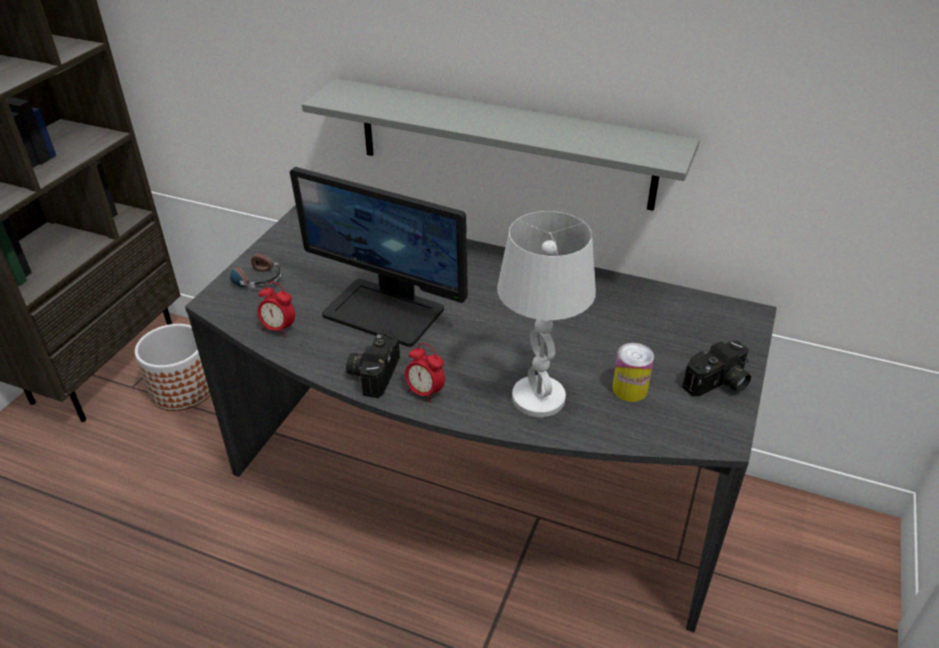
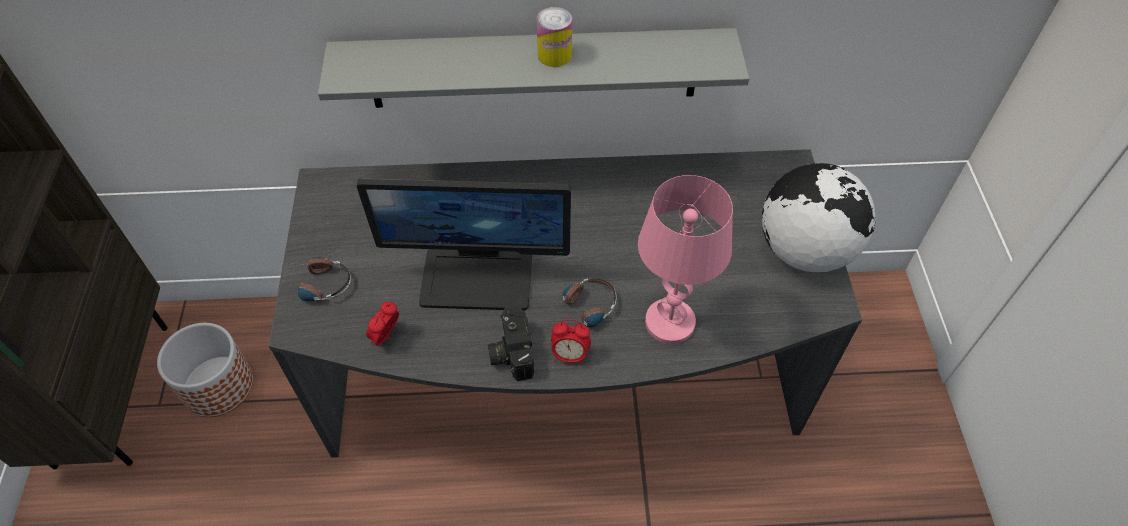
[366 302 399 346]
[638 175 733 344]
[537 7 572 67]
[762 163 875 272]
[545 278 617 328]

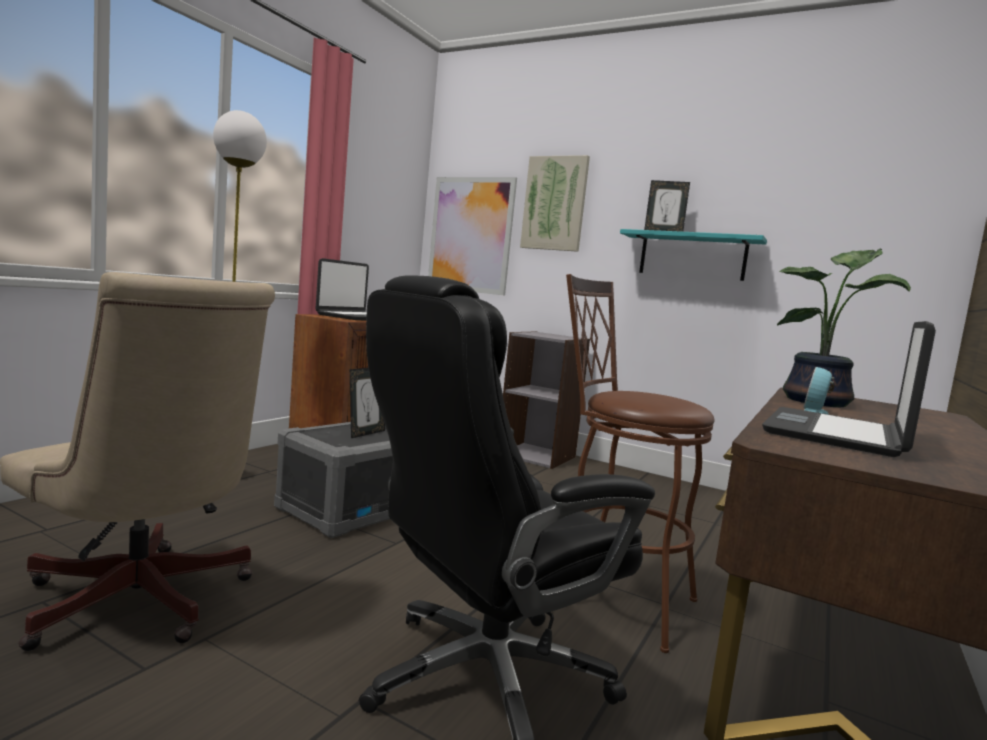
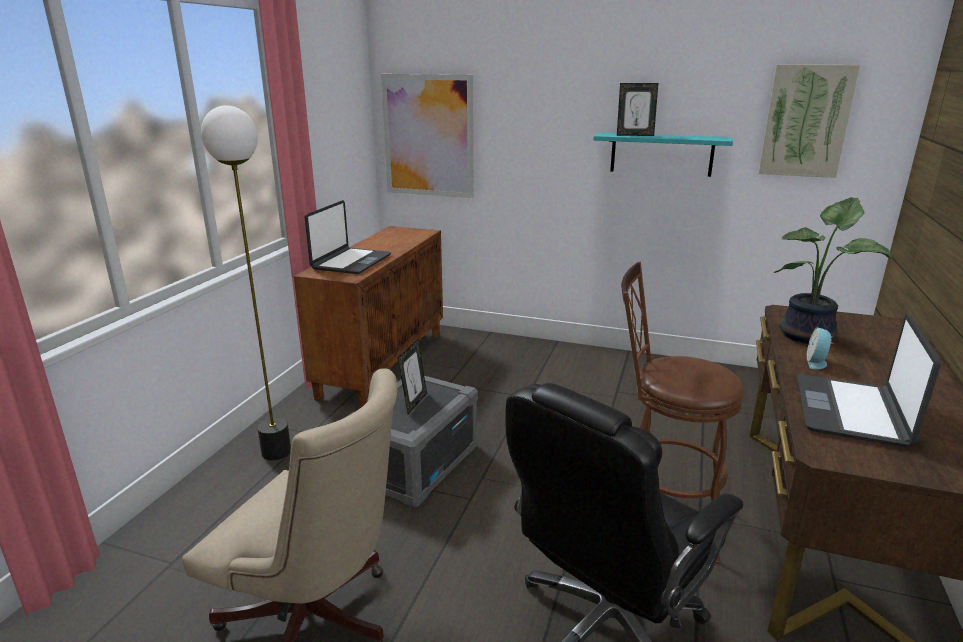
[503 332 590 469] (first image)
[758 65 860 178]

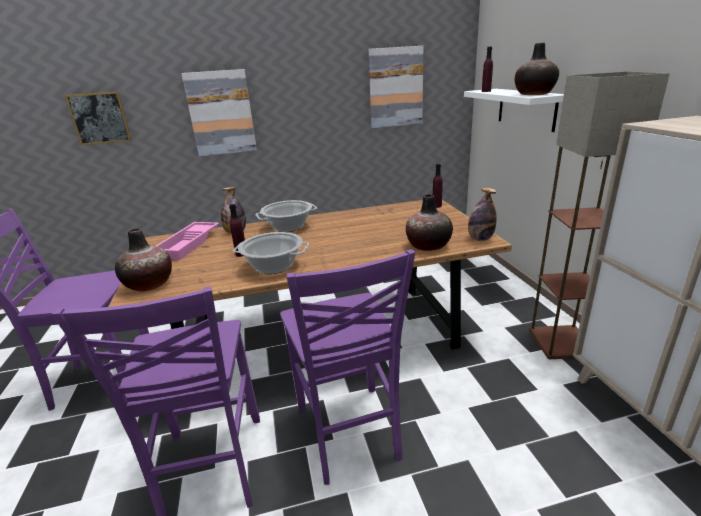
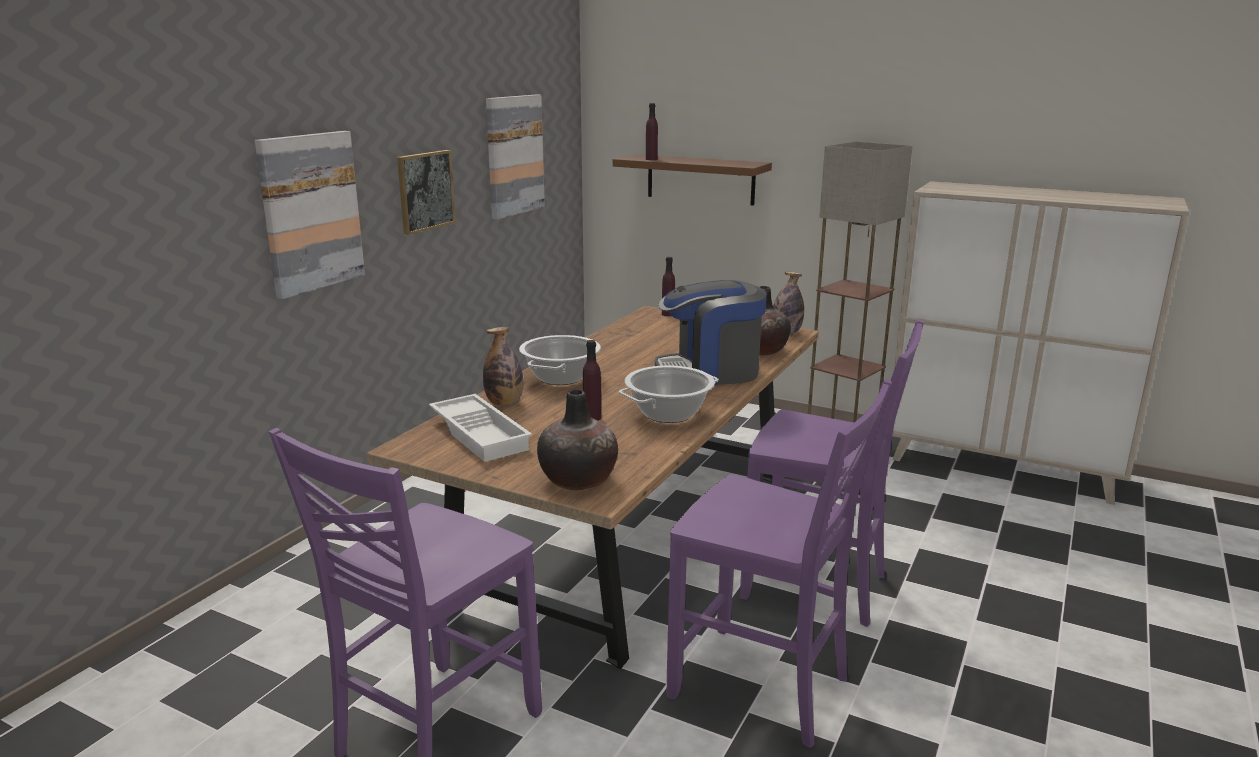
[397 150 456 235]
[429 394 532 462]
[613 154 772 206]
[515 42 559 95] (first image)
[655 280 767 386]

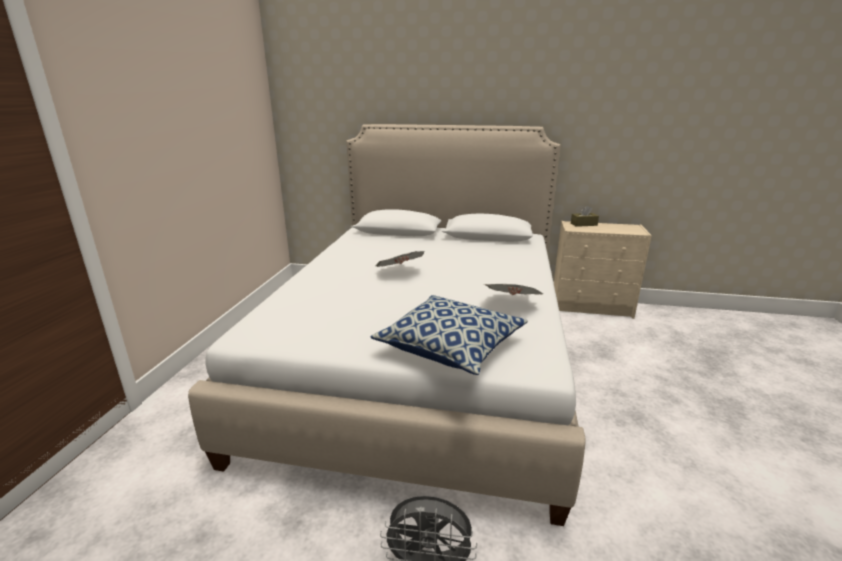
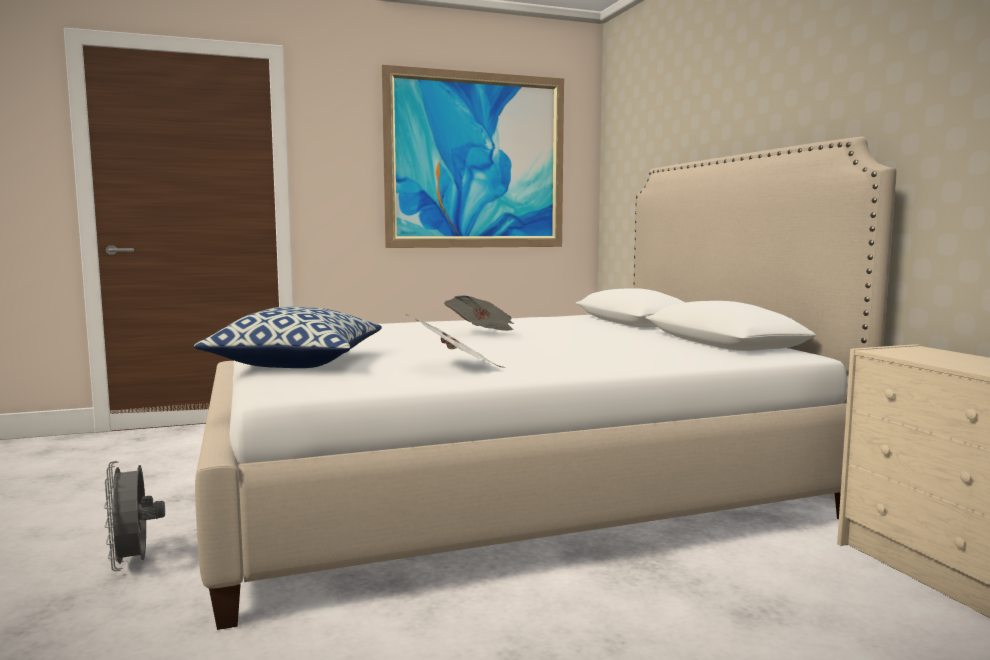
[571 205 599 227] (first image)
[382 65 564 248]

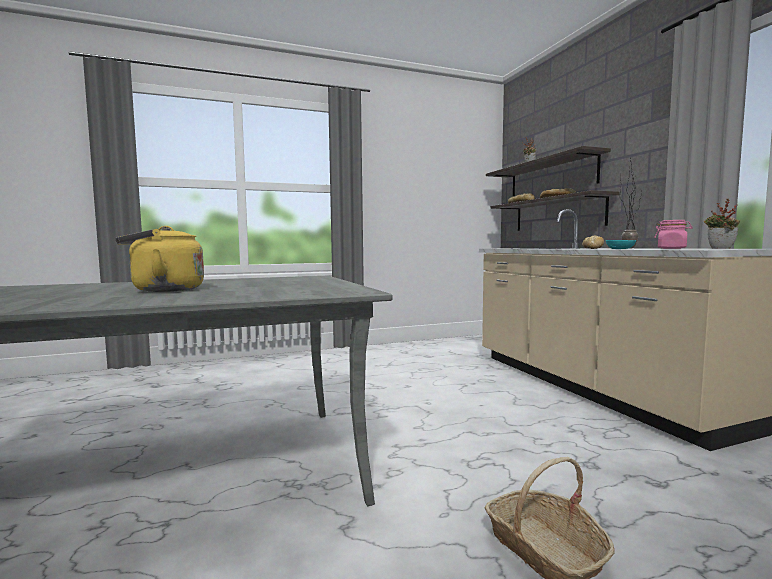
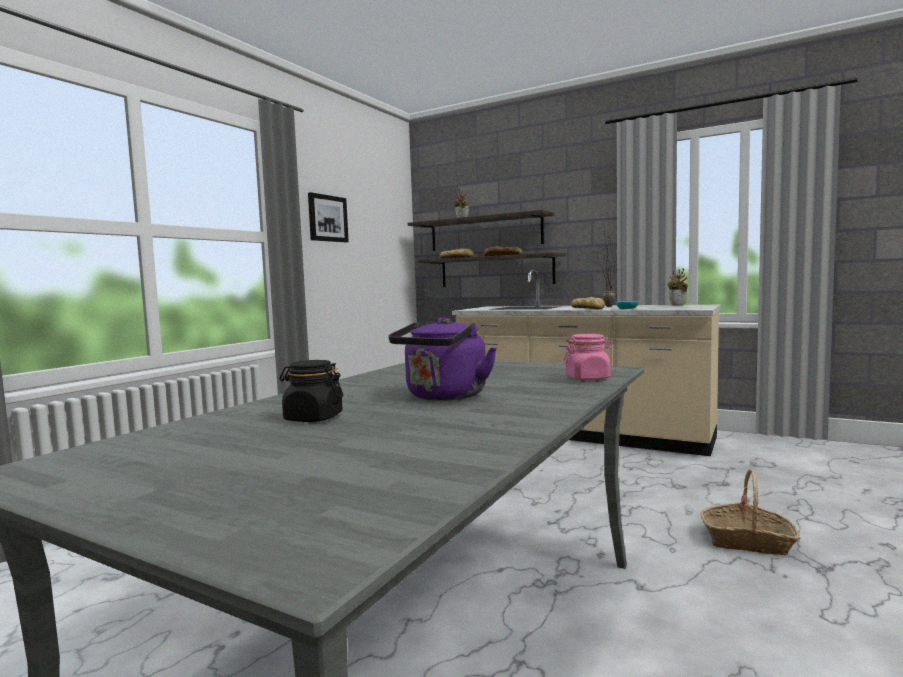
[389 317 497 401]
[563 334 613 381]
[280 360 343 422]
[308 192 349 242]

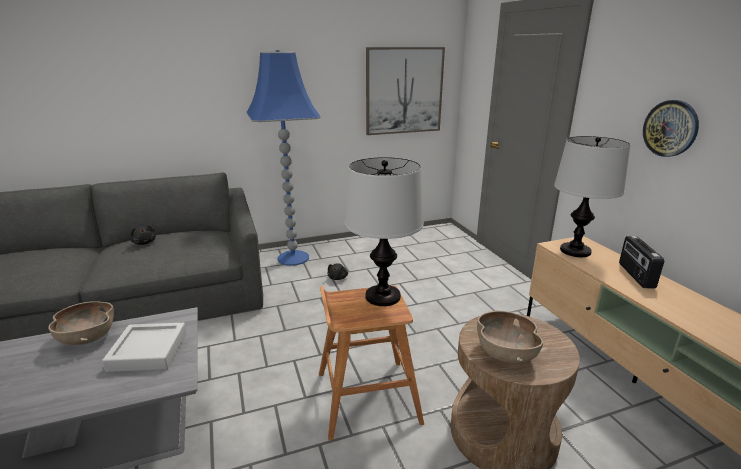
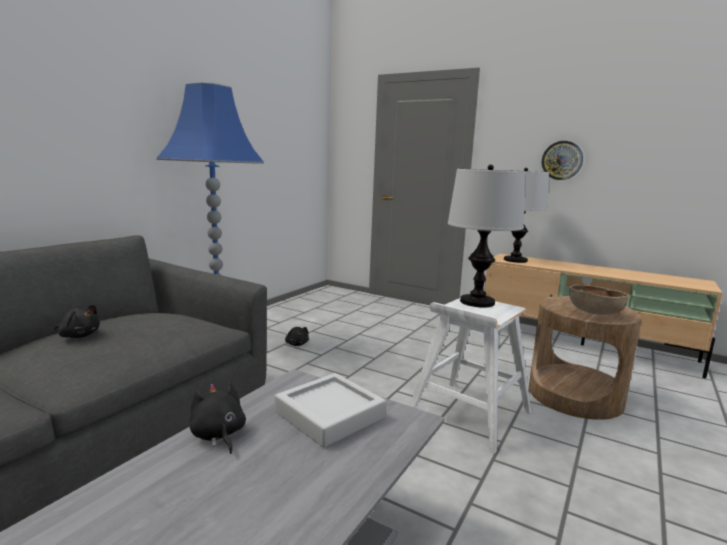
[190 383 246 454]
[410 298 531 454]
[366 47 445 135] (first image)
[619 236 664 289] (first image)

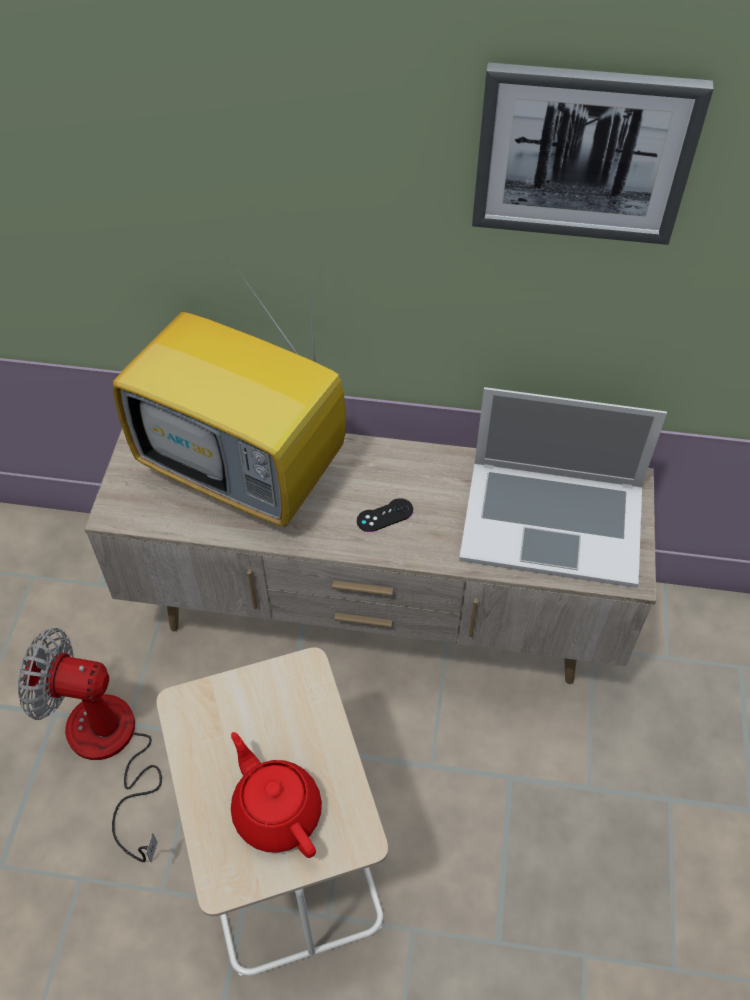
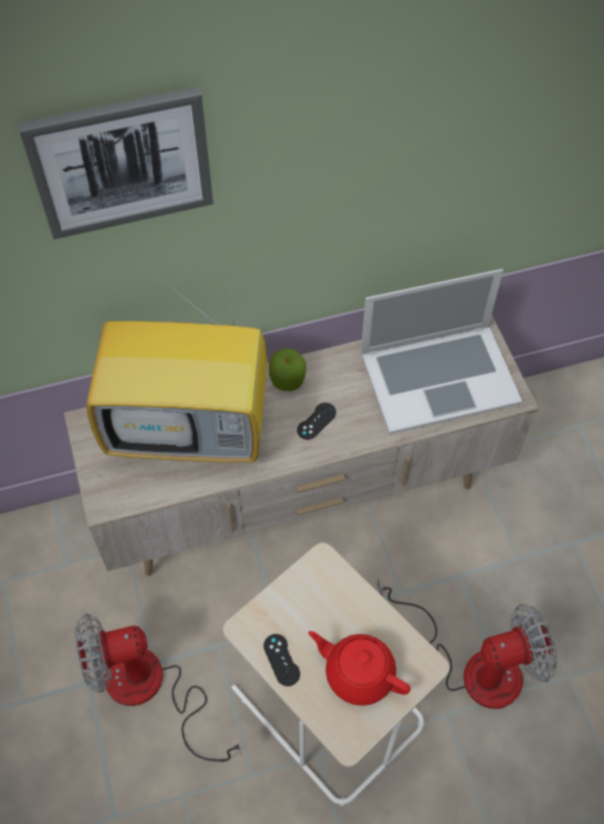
[18 87 213 239]
[264 634 300 686]
[269 349 306 391]
[377 578 557 709]

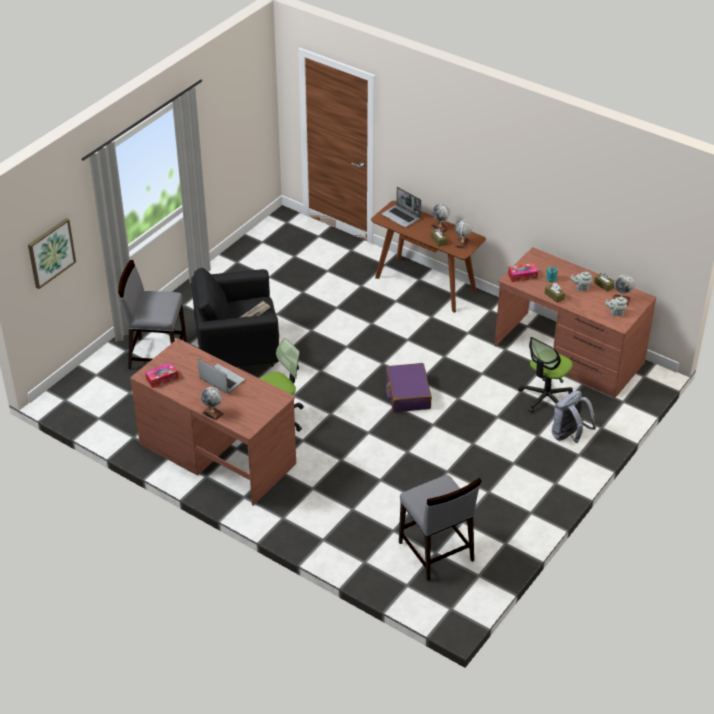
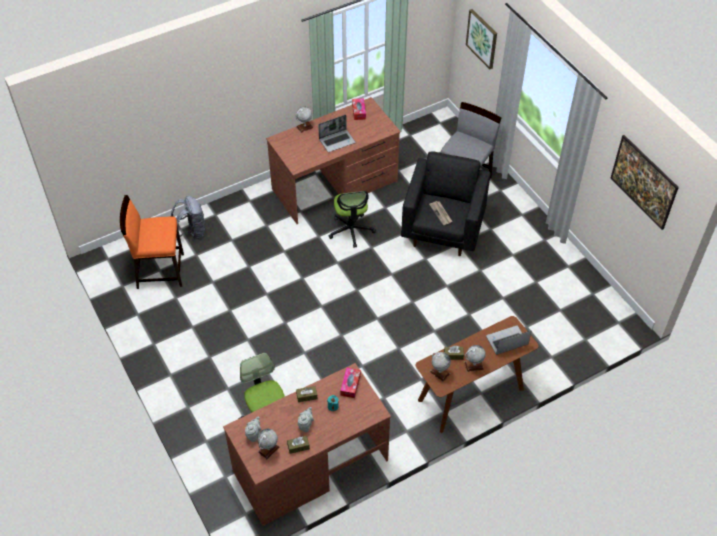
[386 363 432 412] (first image)
[120 195 184 289]
[171 196 205 239]
[611 135 679 230]

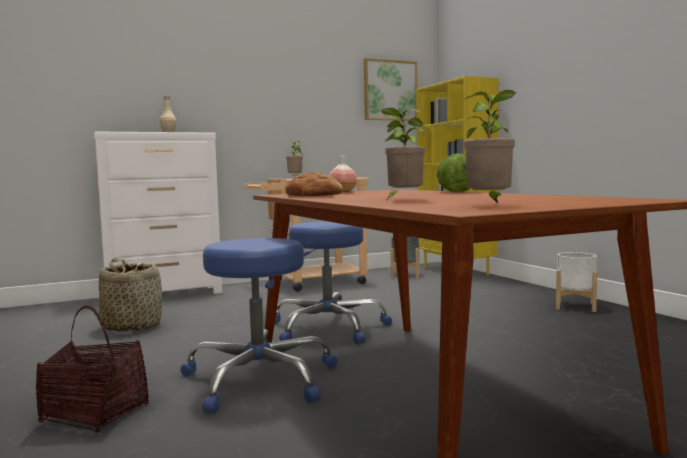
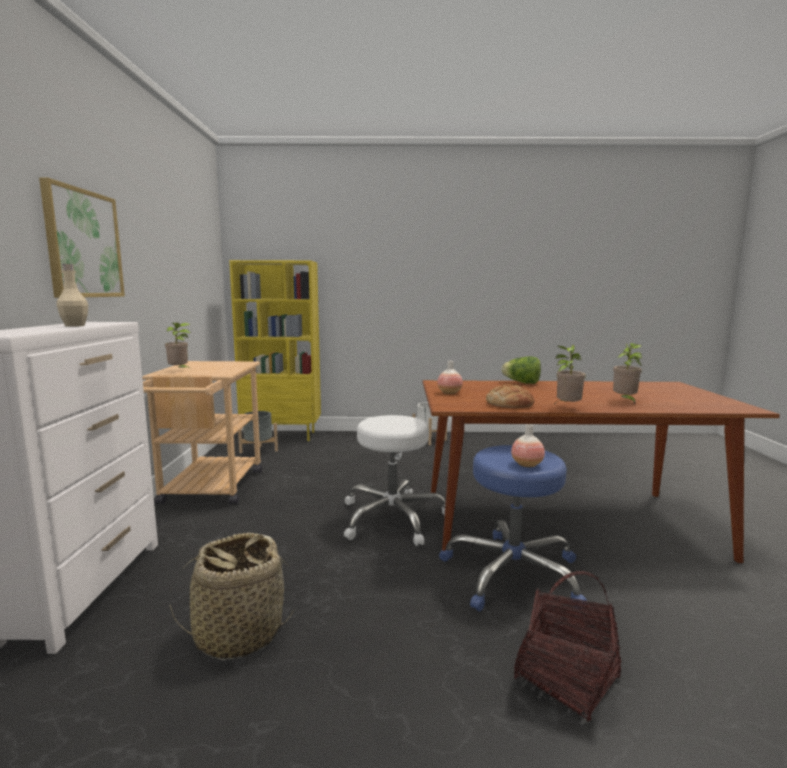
[344 415 446 546]
[39 178 125 298]
[555 345 586 403]
[511 424 545 467]

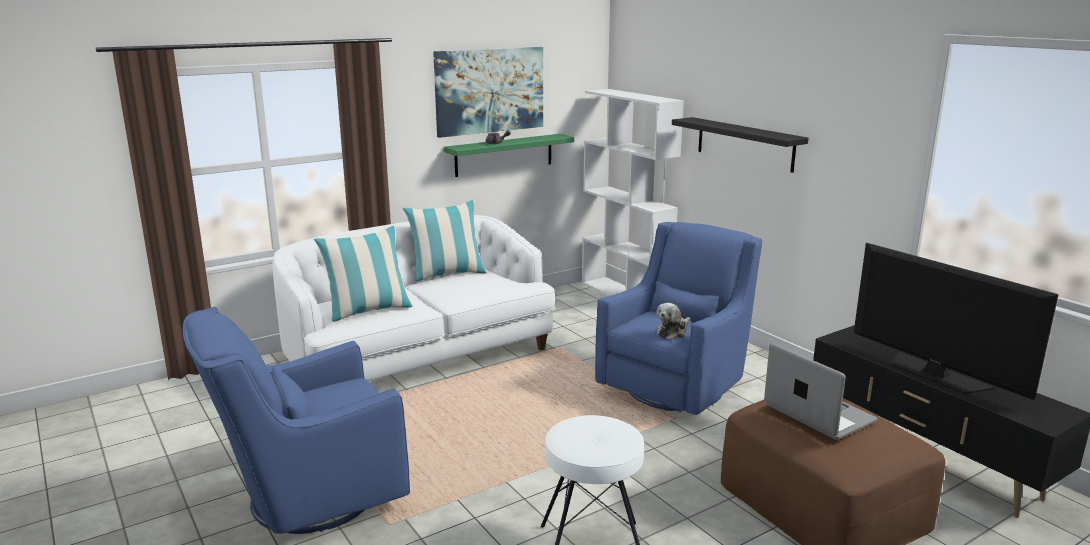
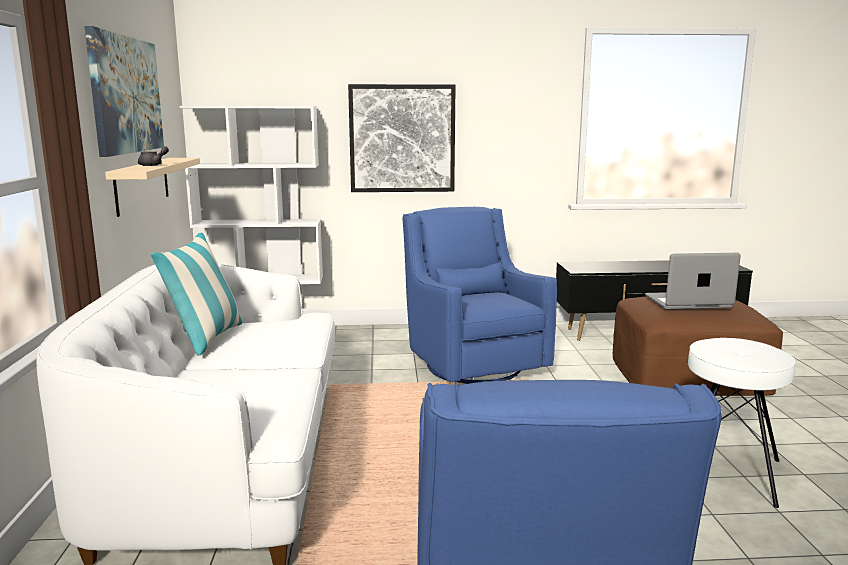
[314 226 413 322] (first image)
[105 158 200 217]
[656 303 690 340] (first image)
[348 84 456 192]
[854 243 1059 400] (first image)

